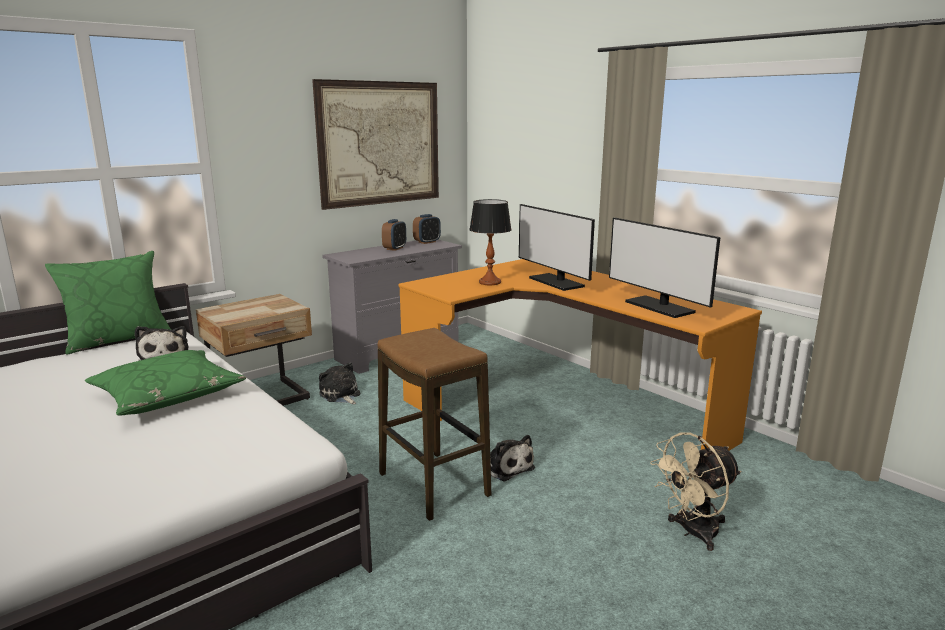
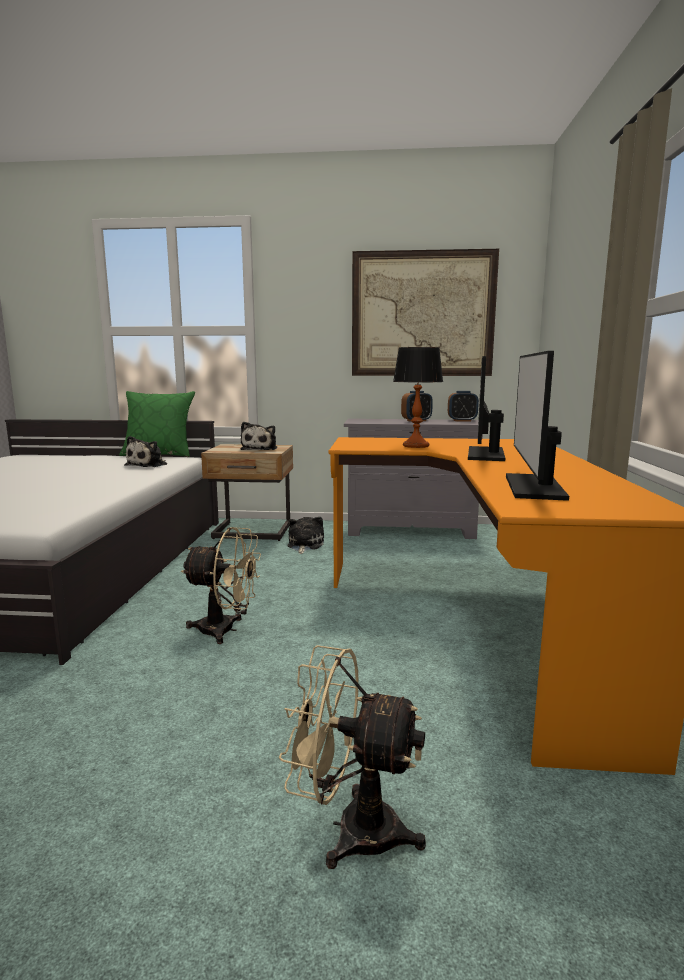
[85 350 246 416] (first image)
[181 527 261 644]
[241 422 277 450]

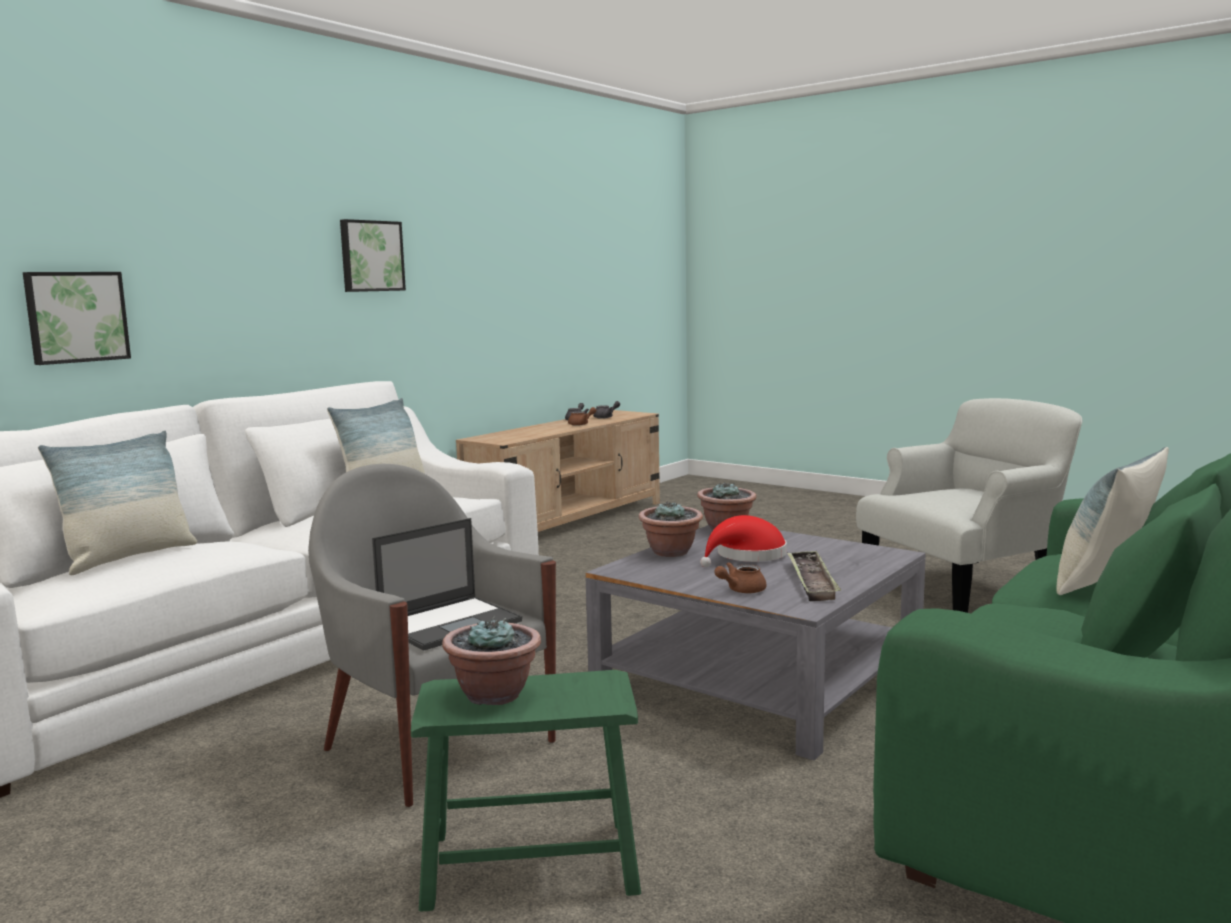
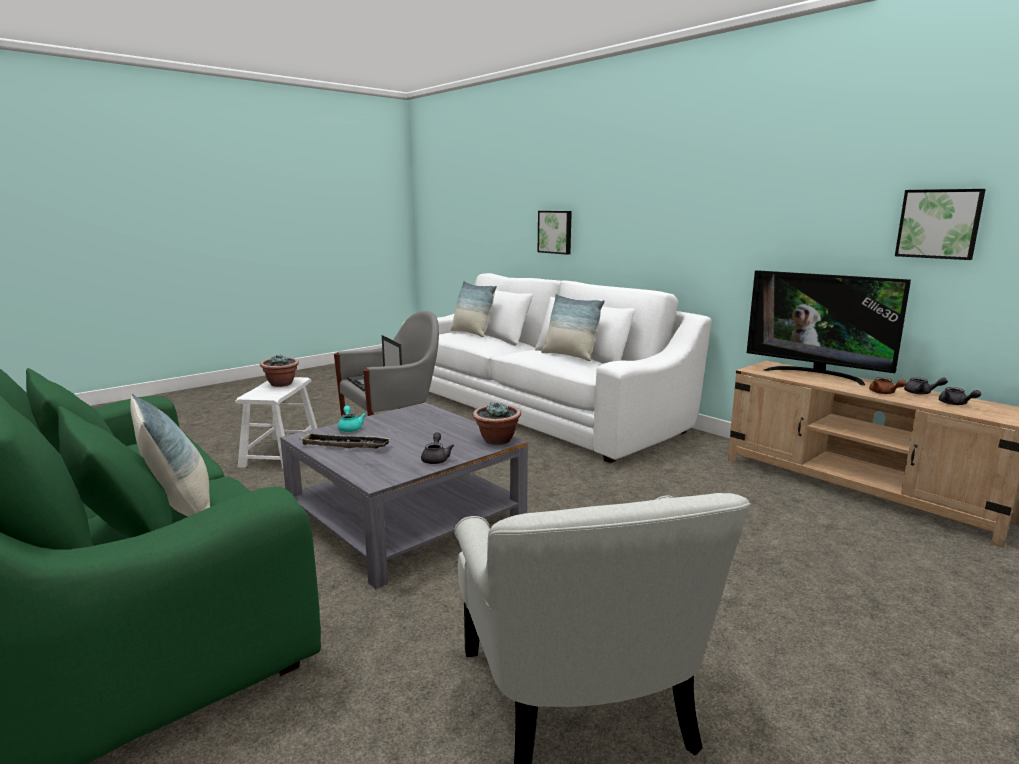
[895 189 986 260]
[235 377 317 469]
[639 501 703 557] (first image)
[700 515 787 567] (first image)
[338 406 366 432]
[421 432 454 464]
[747 270 911 386]

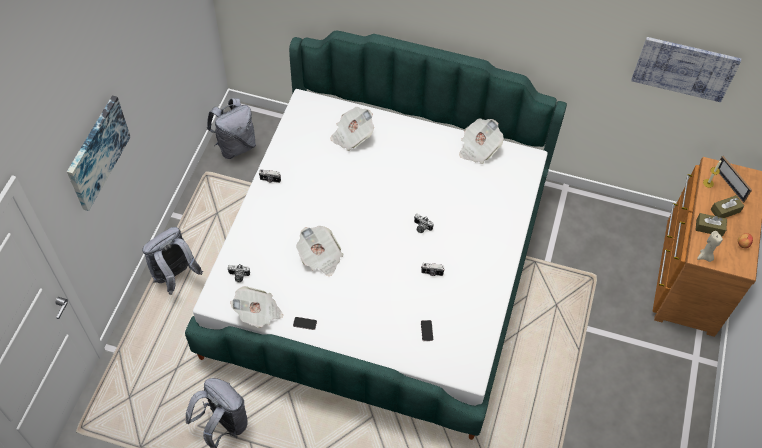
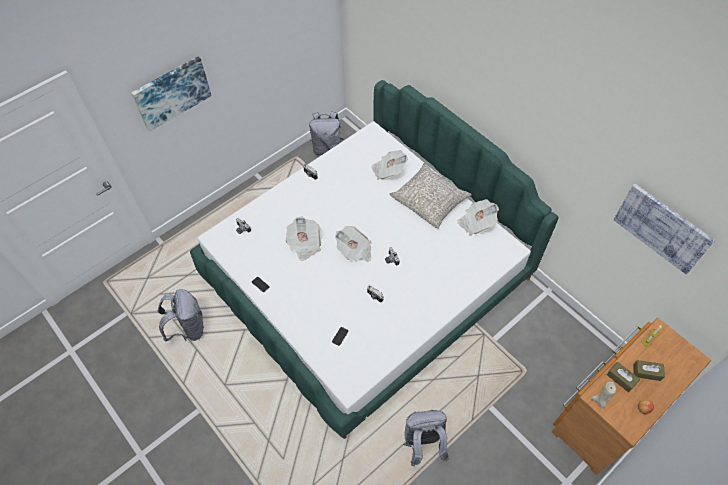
[403 410 449 466]
[335 226 371 262]
[718 156 752 203] (first image)
[390 163 472 229]

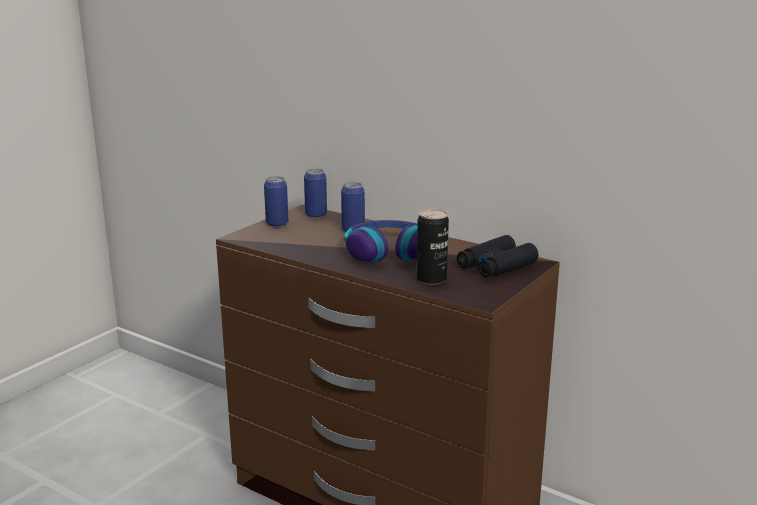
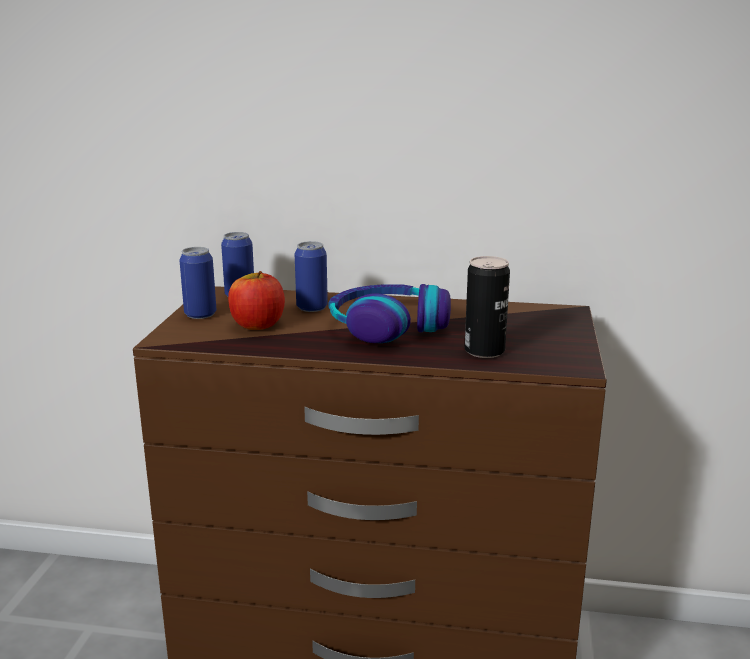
[457 235 538 277] (first image)
[228 271 285 330]

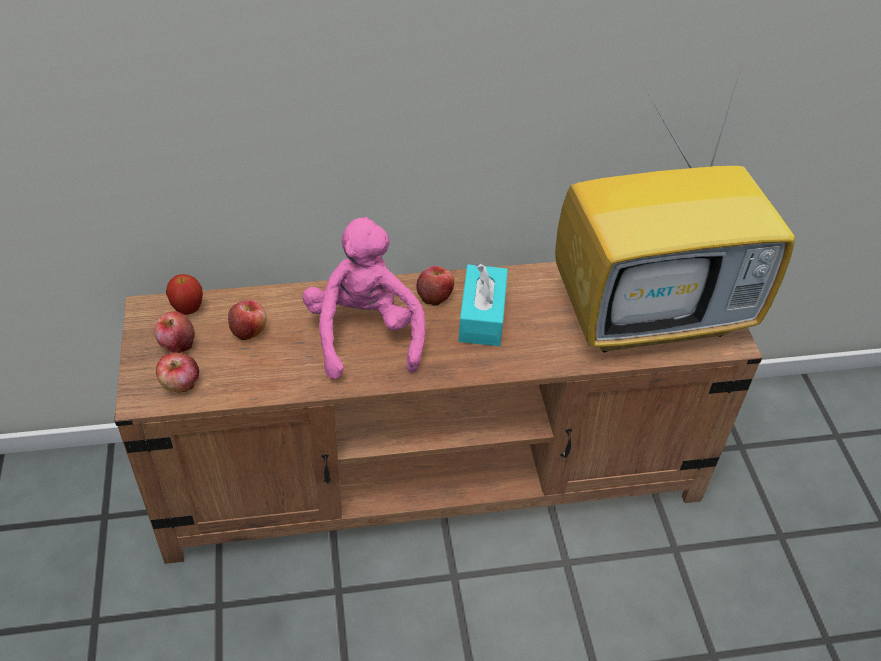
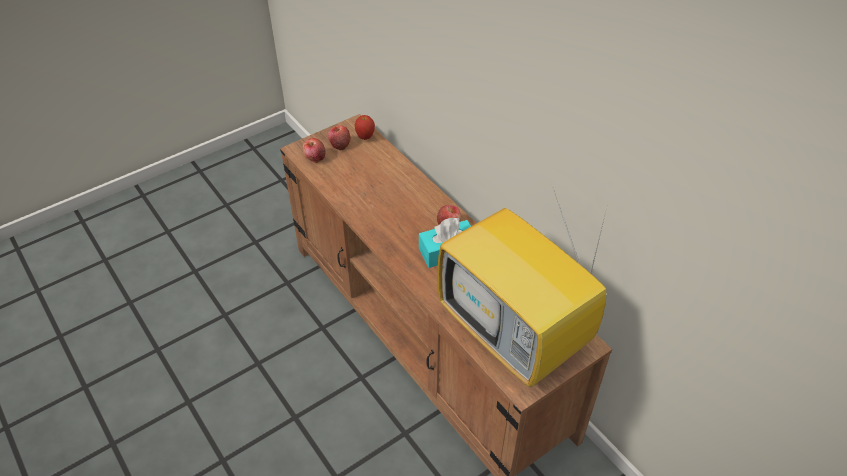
[228 300 267 340] (first image)
[302 217 426 380] (first image)

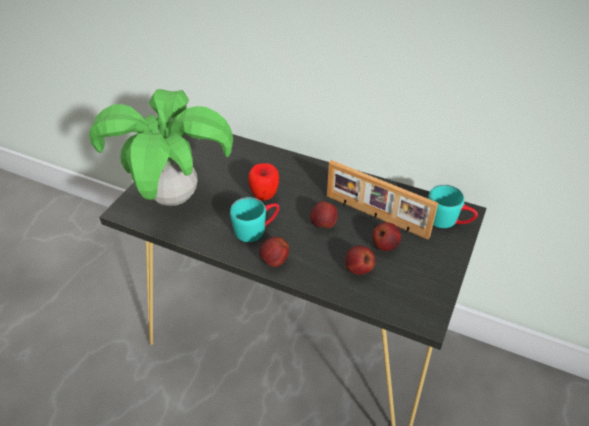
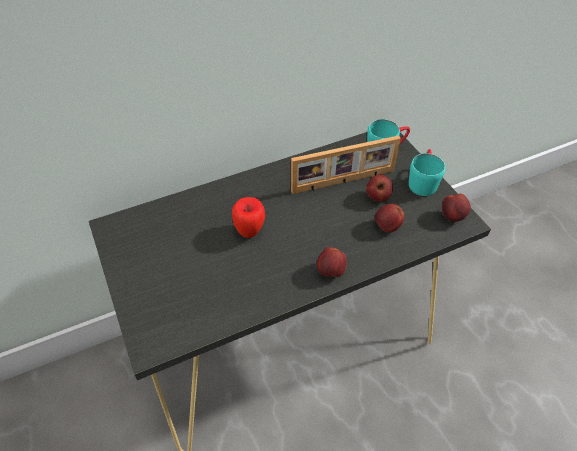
[89 89 233 206] (first image)
[409 149 445 196]
[442 194 471 222]

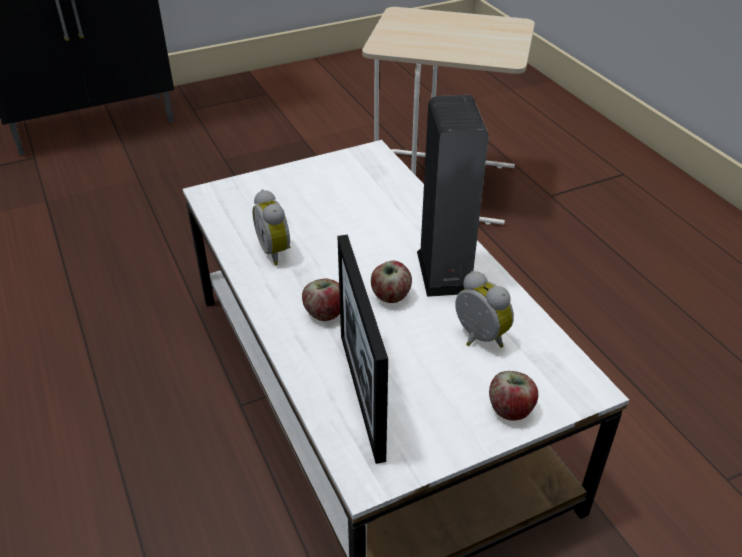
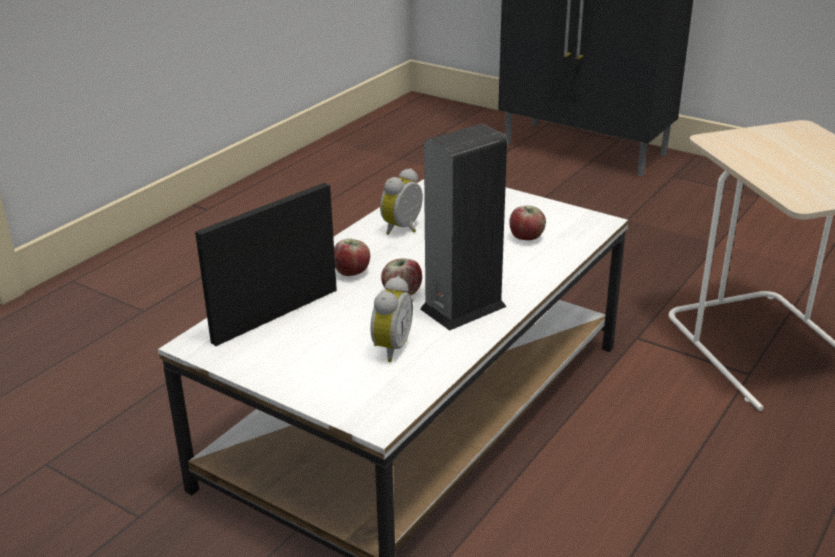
[509 206 546 240]

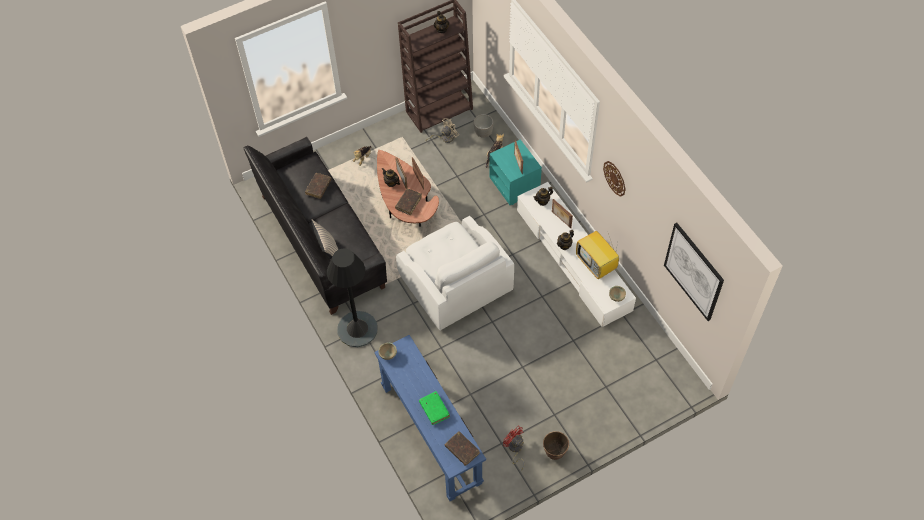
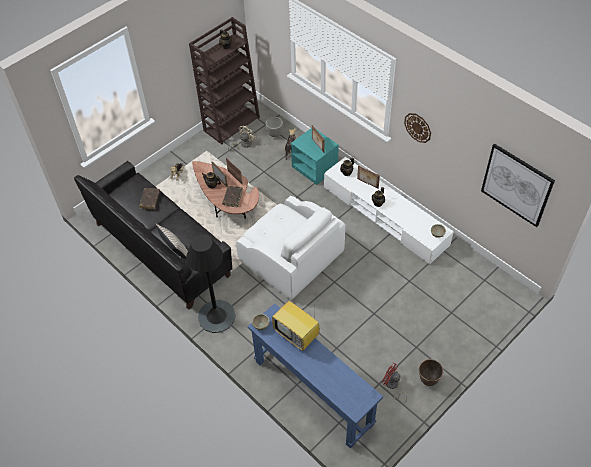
[419 391 450 425] (first image)
[445 431 480 466] (first image)
[272 301 320 351]

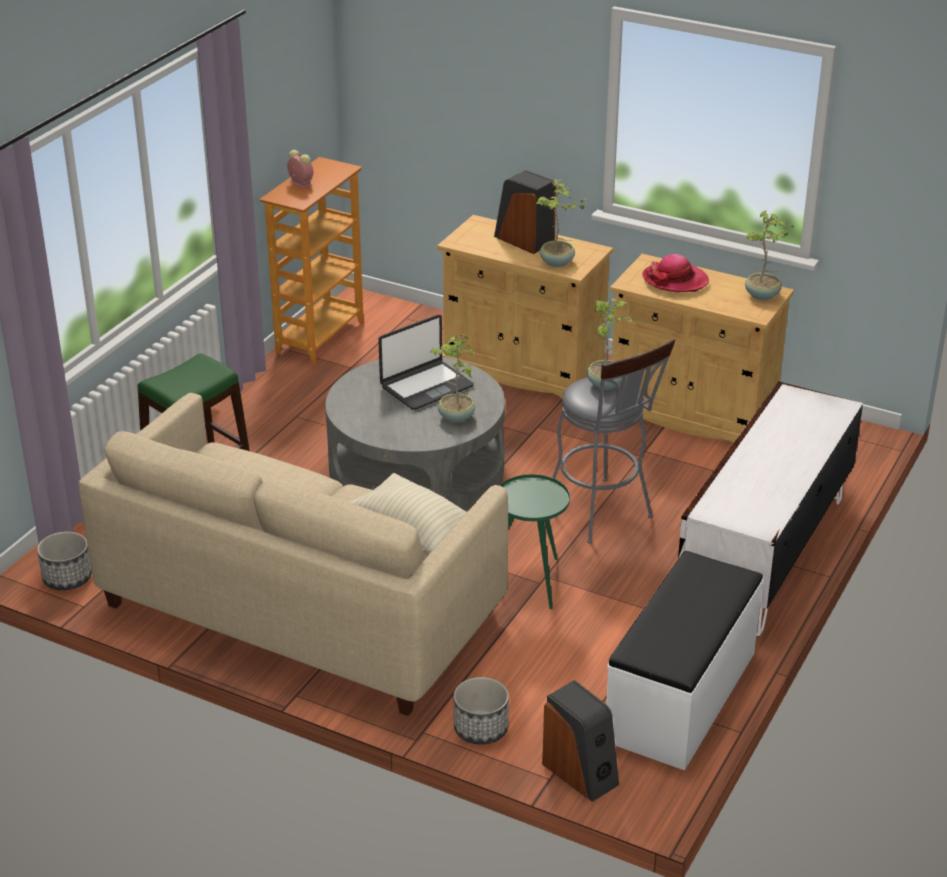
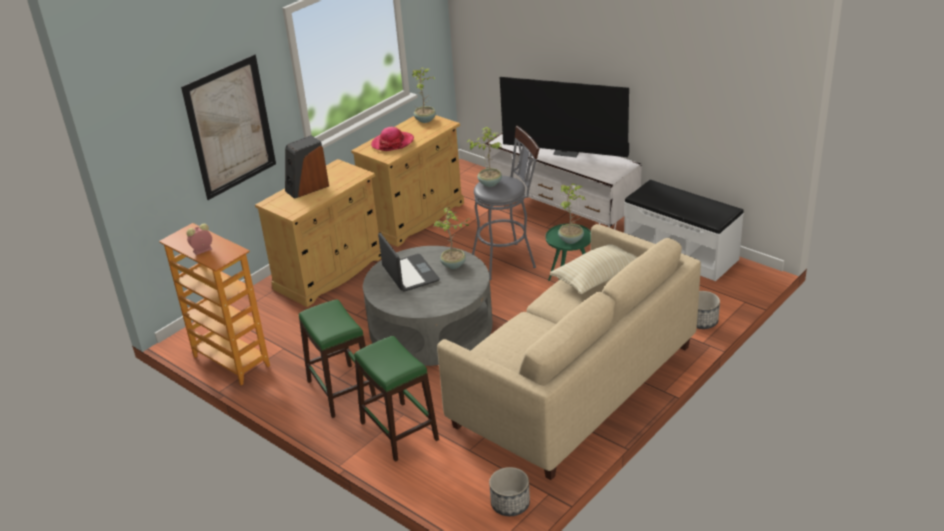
[558 183 586 244]
[542 680 619 802] (first image)
[181 54 276 200]
[299 300 377 418]
[500 77 629 157]

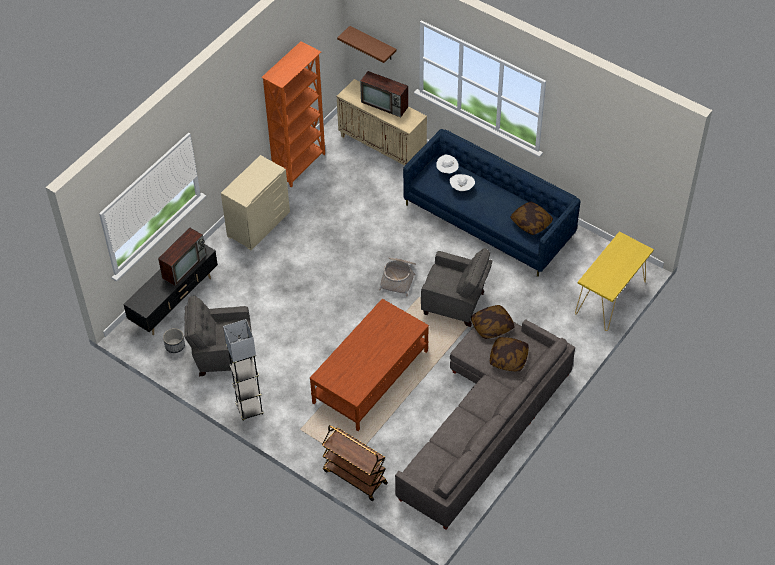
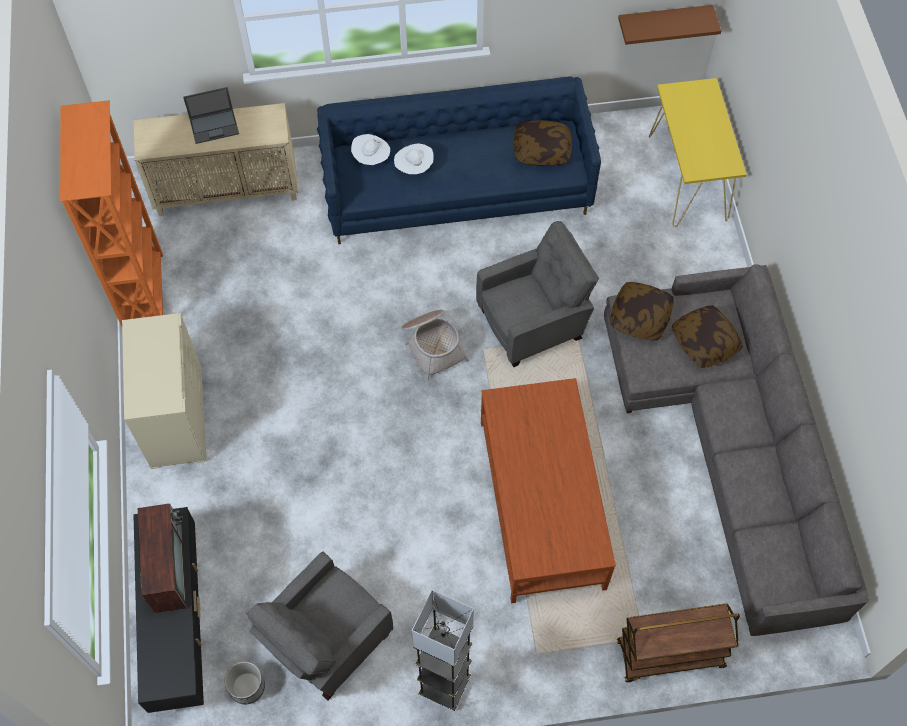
[618 5 721 45]
[183 87 239 144]

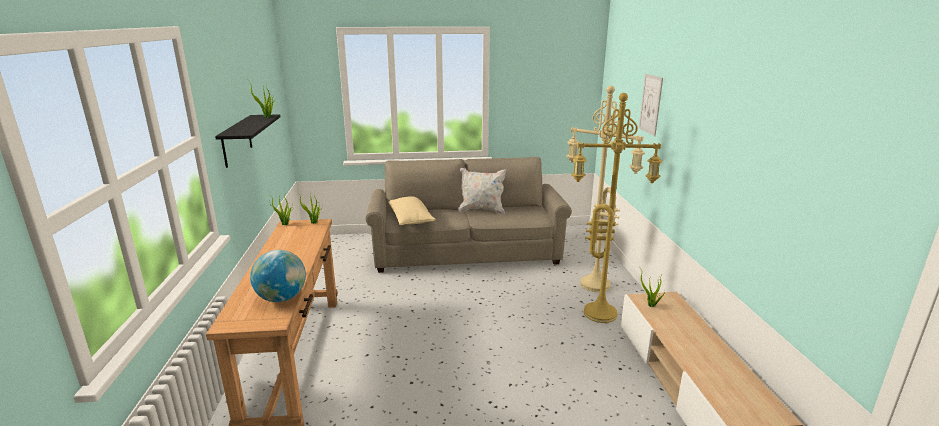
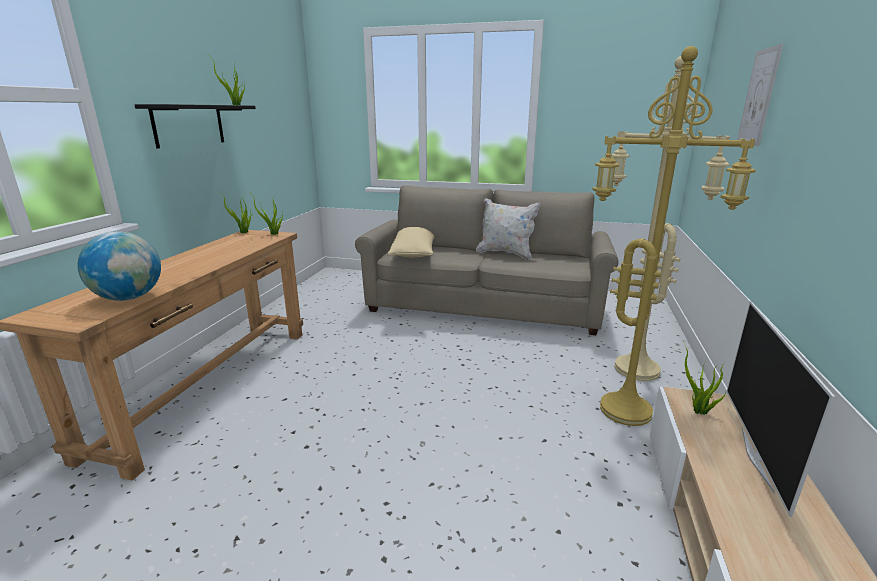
[726 301 835 517]

